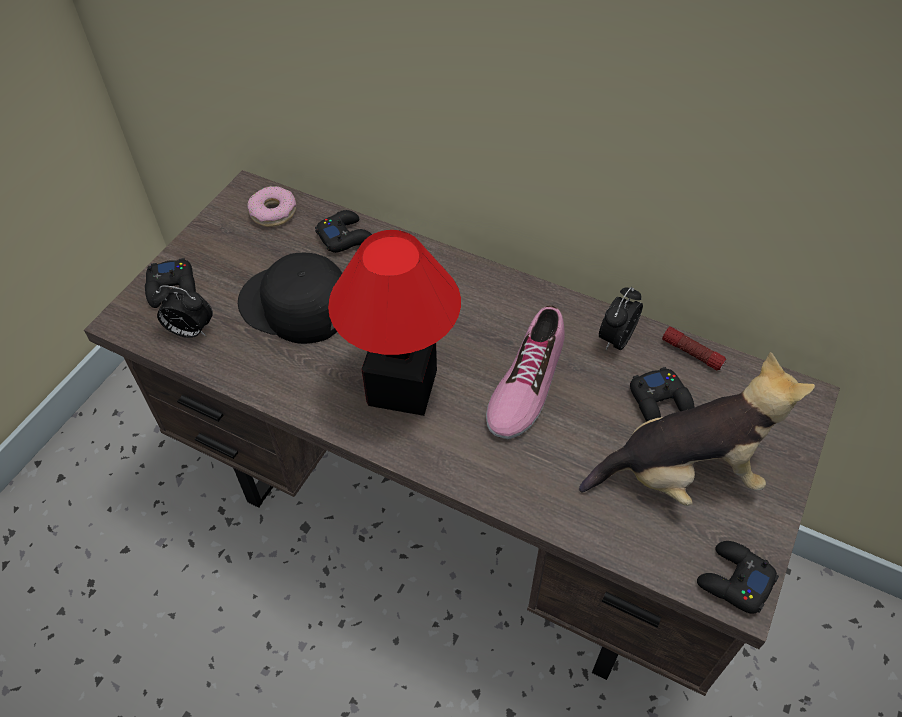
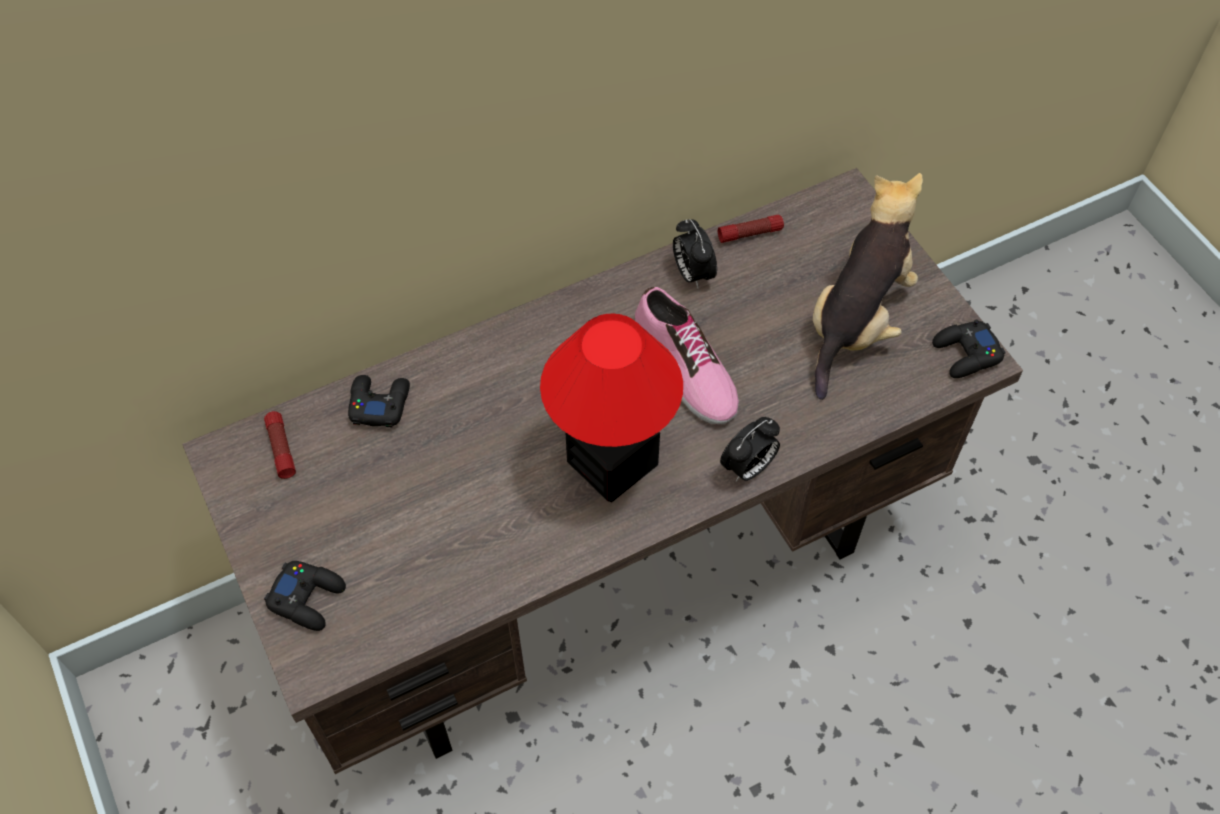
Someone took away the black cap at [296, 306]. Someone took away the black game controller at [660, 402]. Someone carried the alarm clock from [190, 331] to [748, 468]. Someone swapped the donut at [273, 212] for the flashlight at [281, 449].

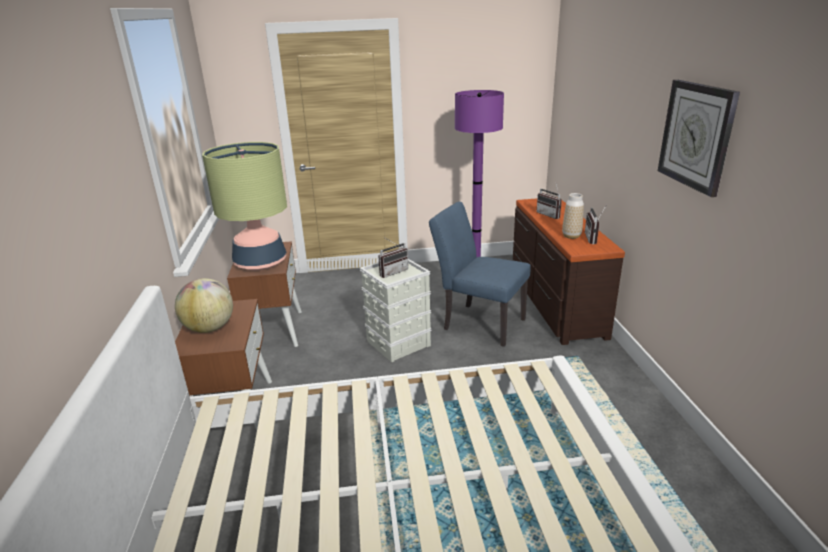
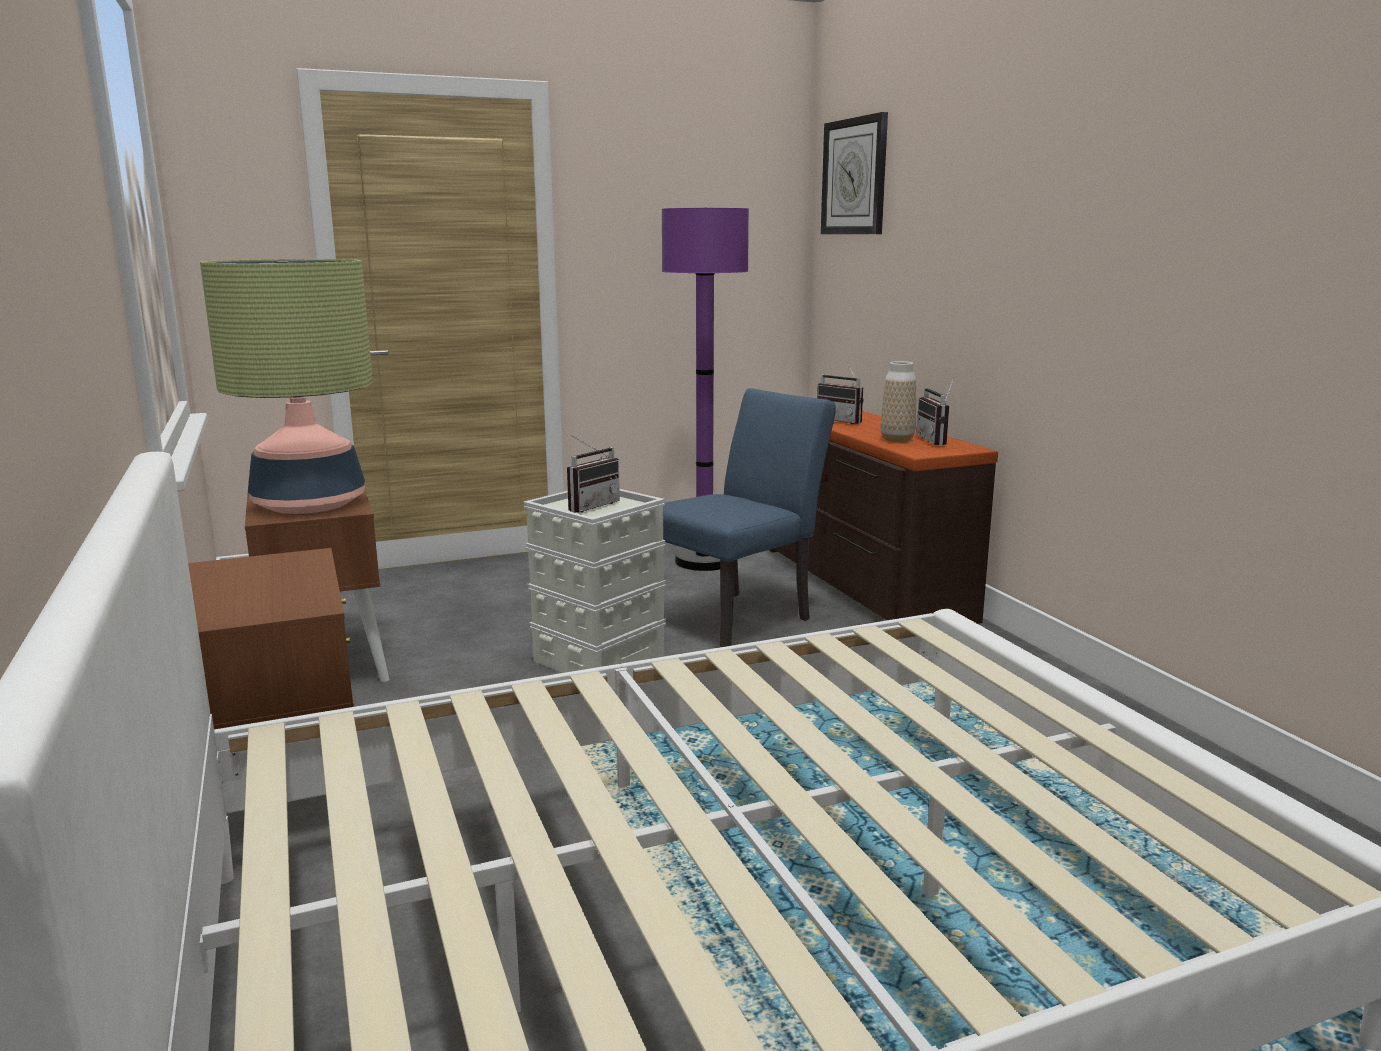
Someone took away the globe at [209, 328]. Someone carried the wall clock from [696, 135] to [855, 177]. Someone rotated the blue chair at [478, 322] by 120 degrees clockwise.

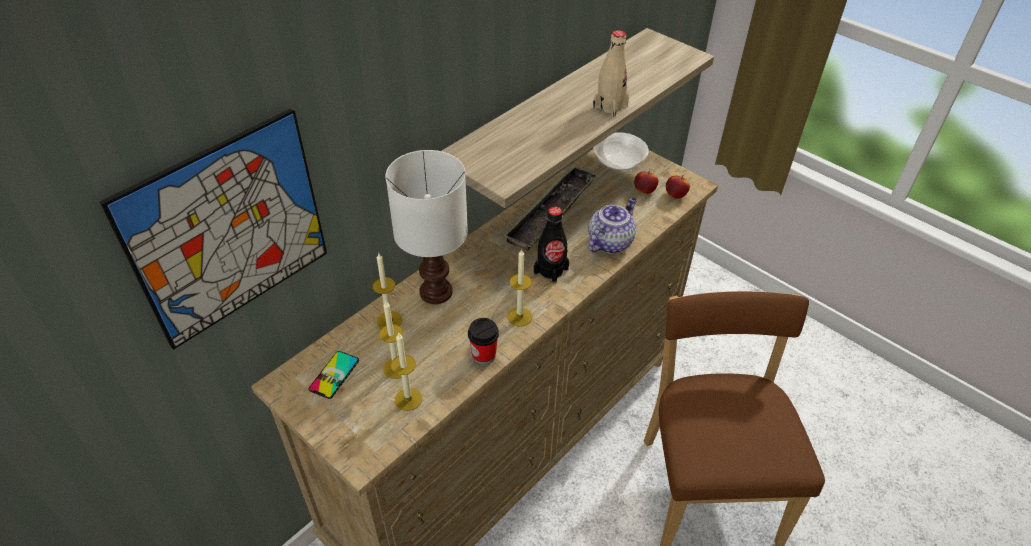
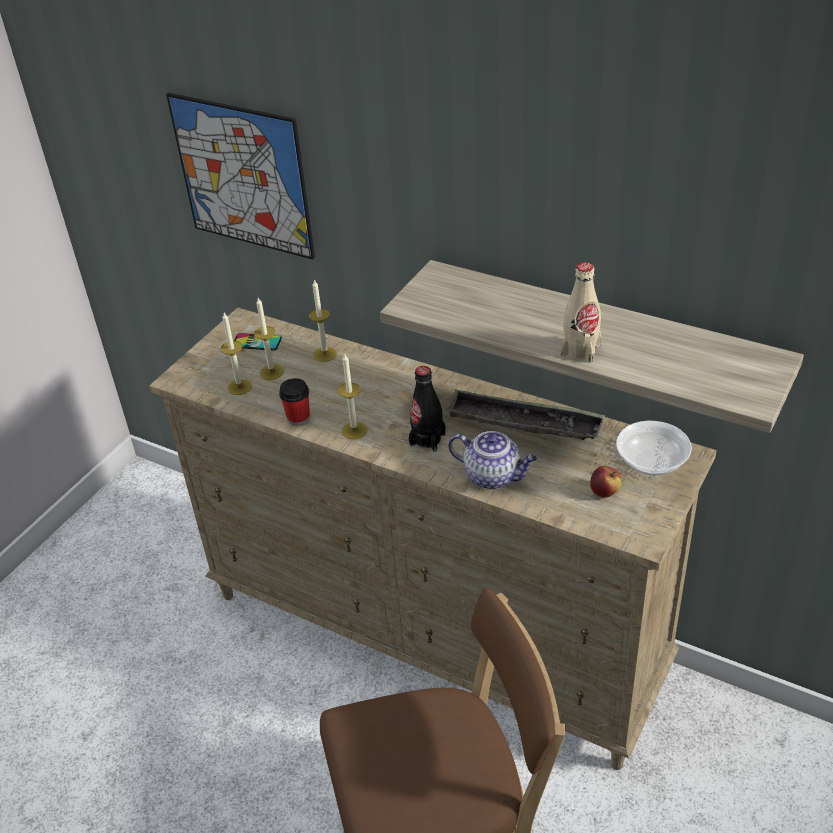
Someone took away the white table lamp at [436, 291]. Someone took away the apple at [675, 195].

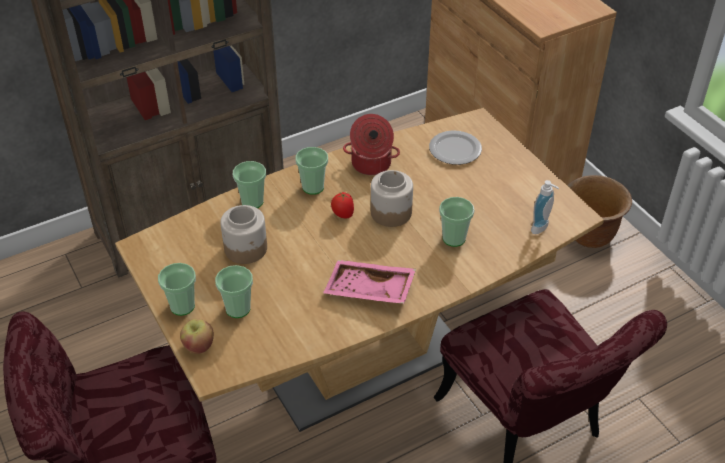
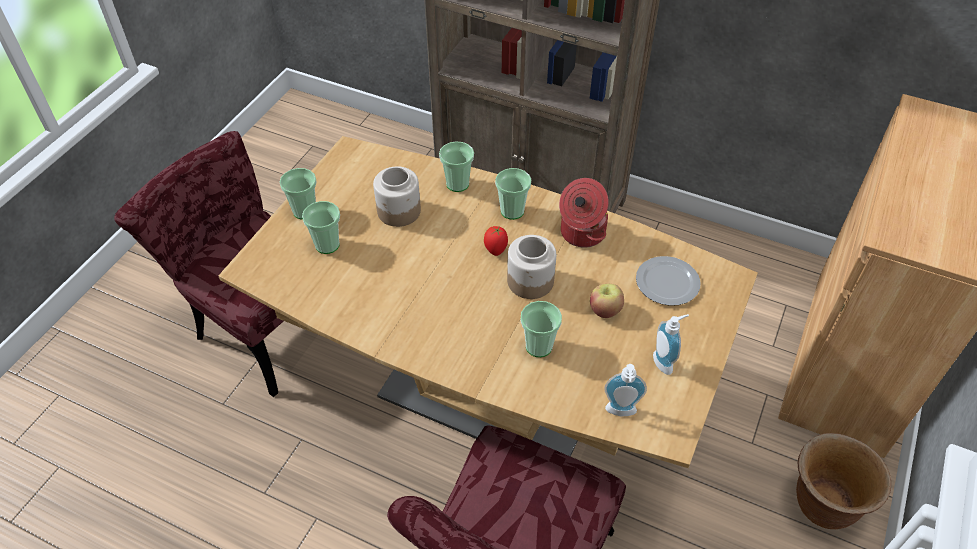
Someone took away the pink tray at [369, 291]. Someone put down the soap dispenser at [665, 362]. Someone carried the apple from [198, 346] to [605, 310].

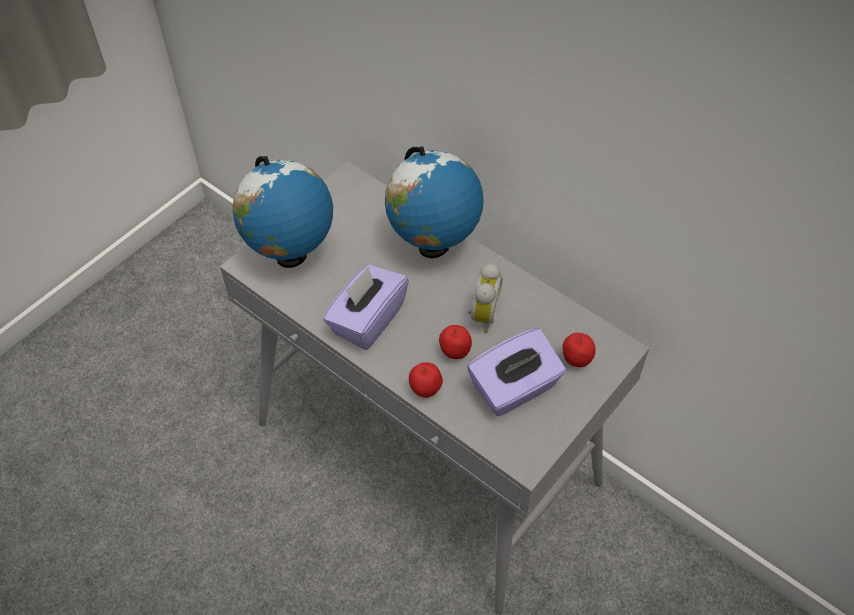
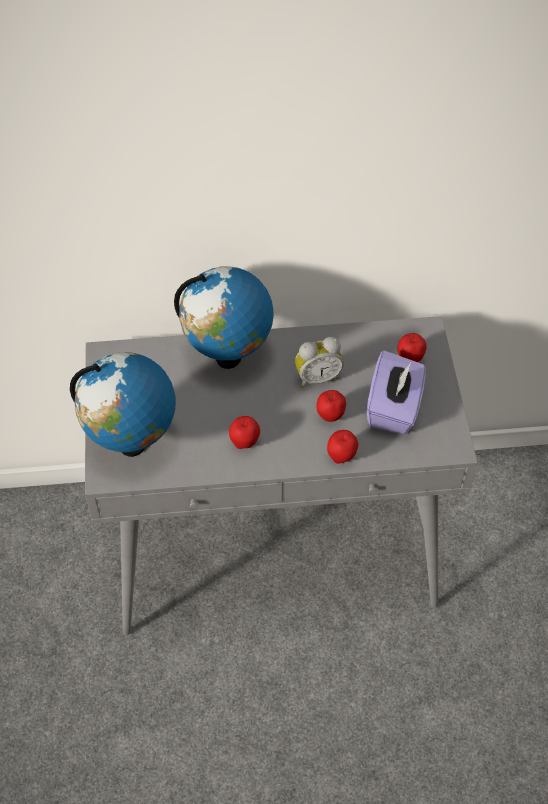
Someone swapped the purple tissue box at [367, 320] for the apple at [245, 443]. Someone rotated the alarm clock at [482, 315] by 105 degrees clockwise.

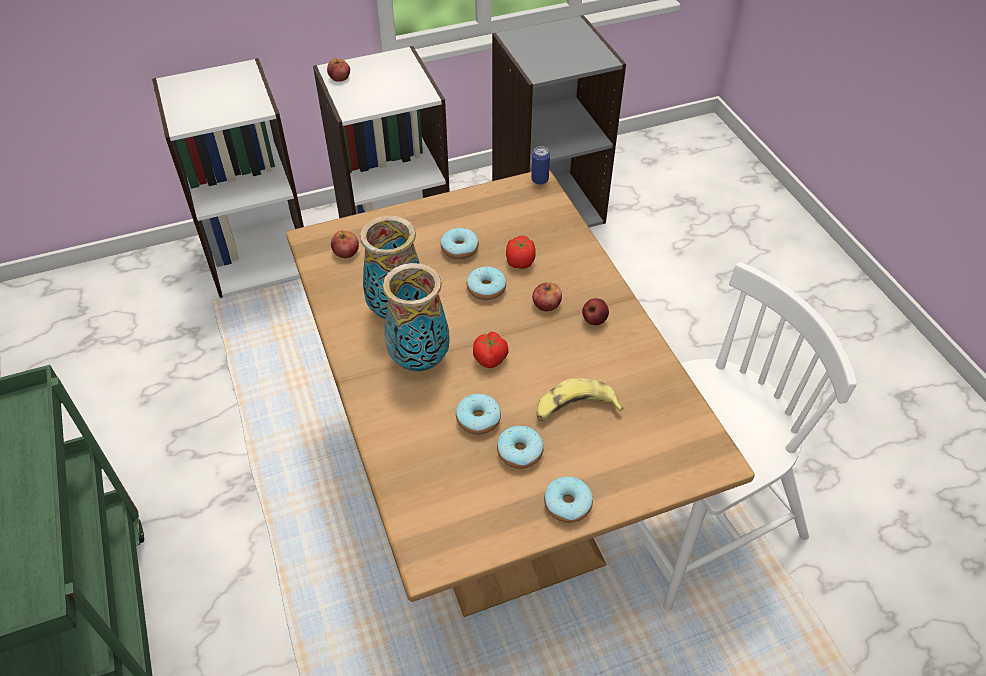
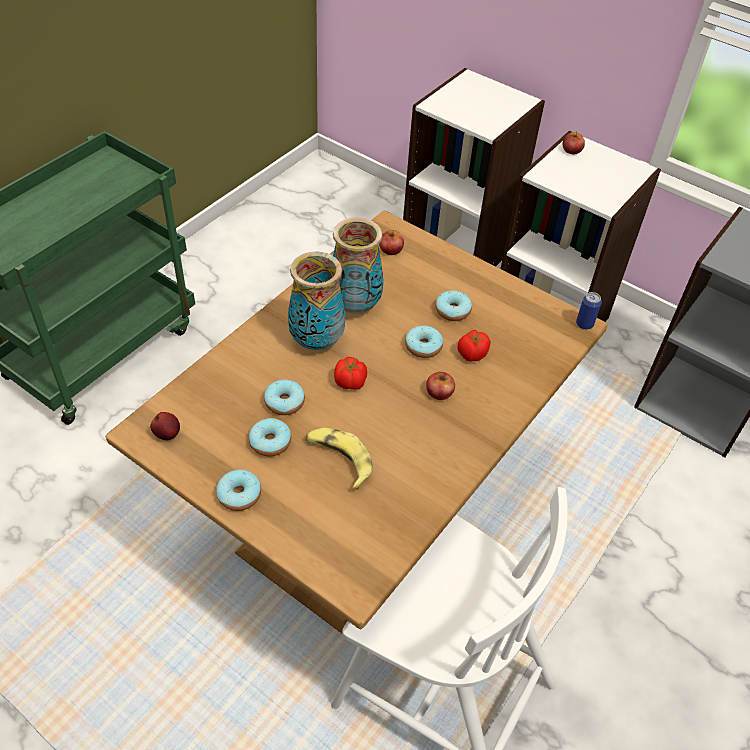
Someone carried the apple from [594, 320] to [167, 434].

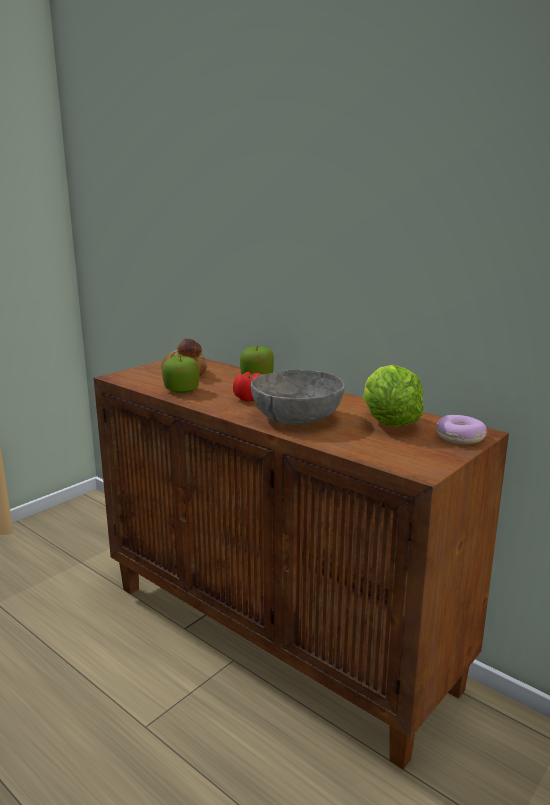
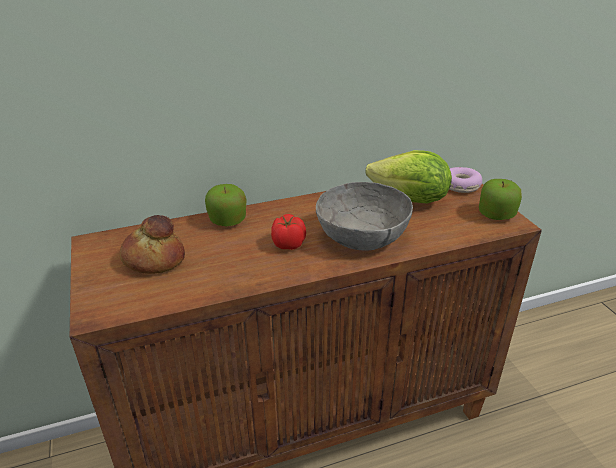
Someone carried the apple from [181, 390] to [496, 215].

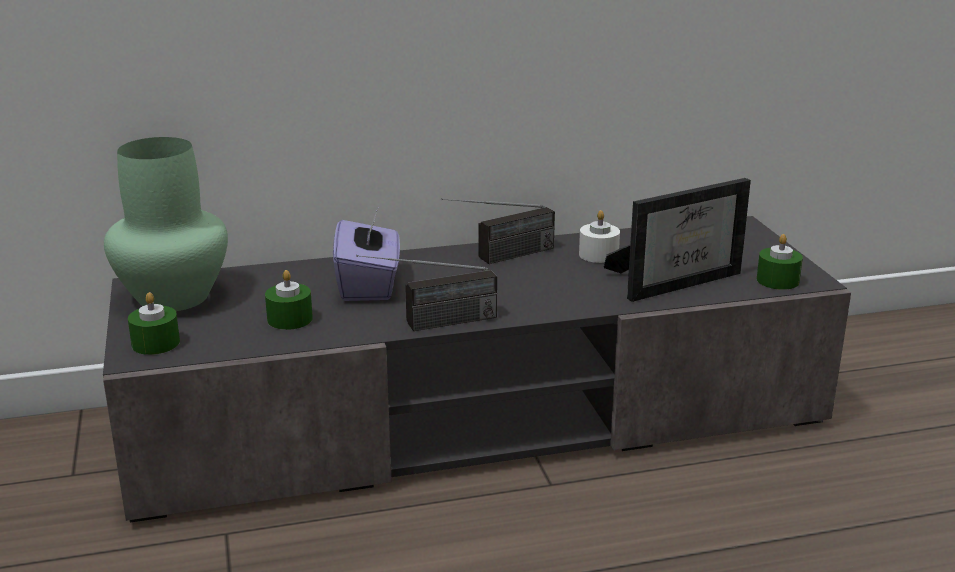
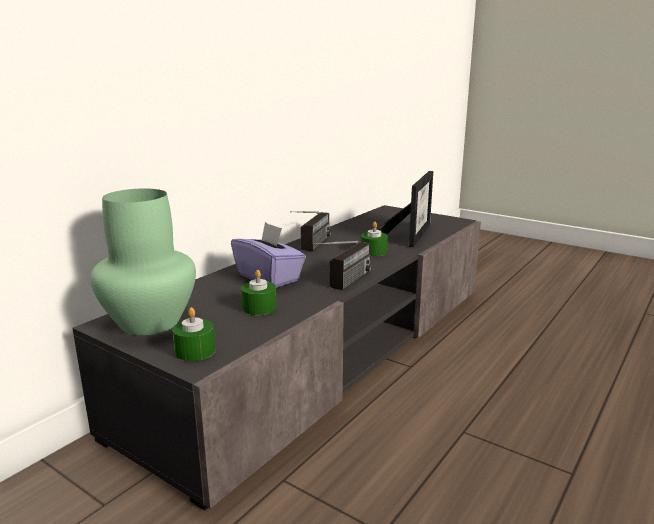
Someone took away the white candle at [598, 254]. Someone carried the green candle from [777, 280] to [373, 252].

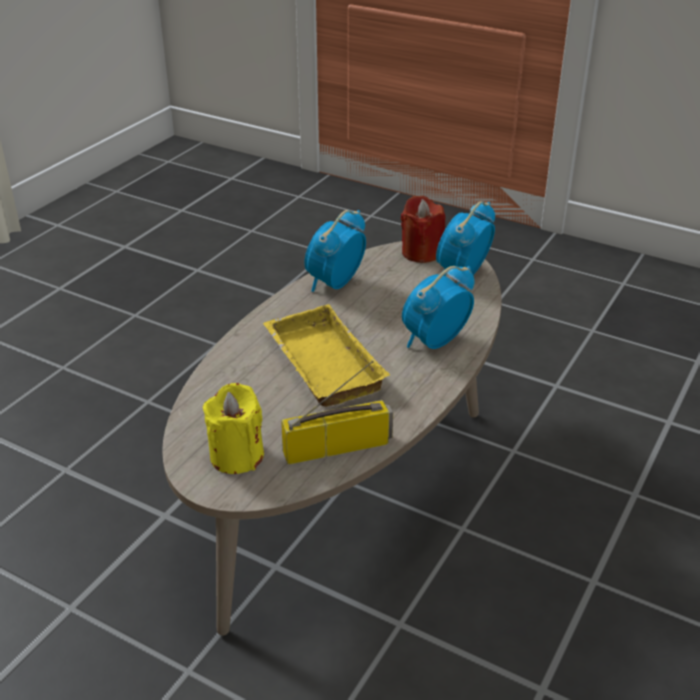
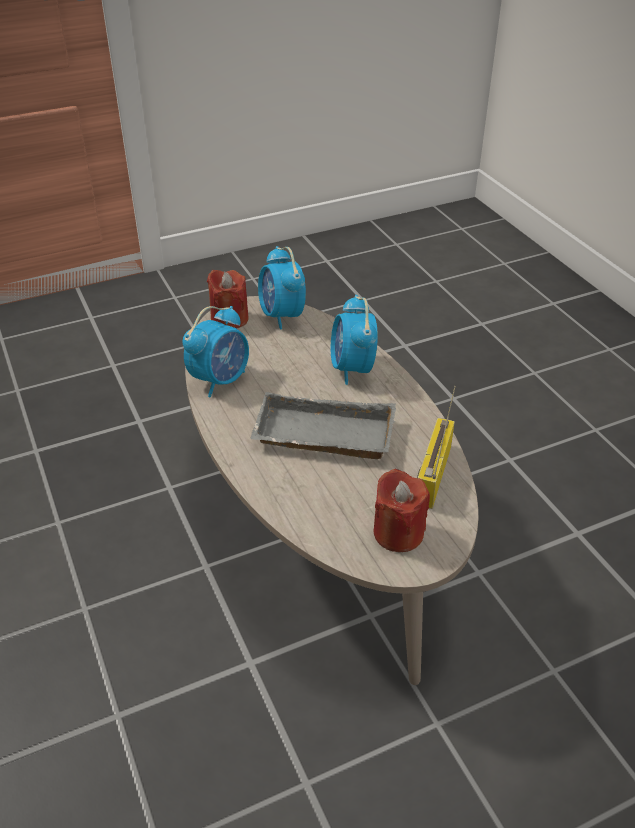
Someone repainted the yellow candle at [236, 456], which became the red candle at [398, 533]. Someone repainted the yellow tray at [319, 364], which became the grey tray at [321, 437]. Someone rotated the alarm clock at [334, 284] by 120 degrees counterclockwise.

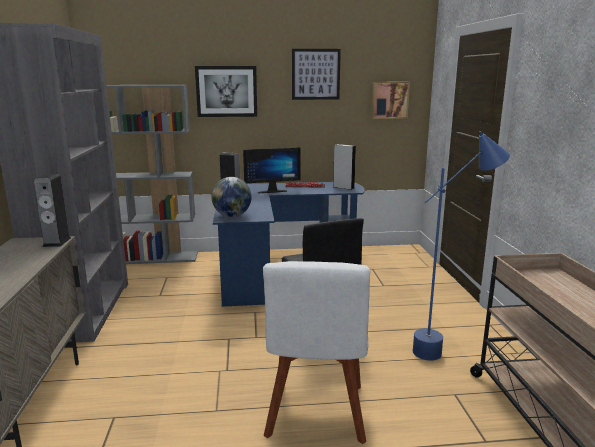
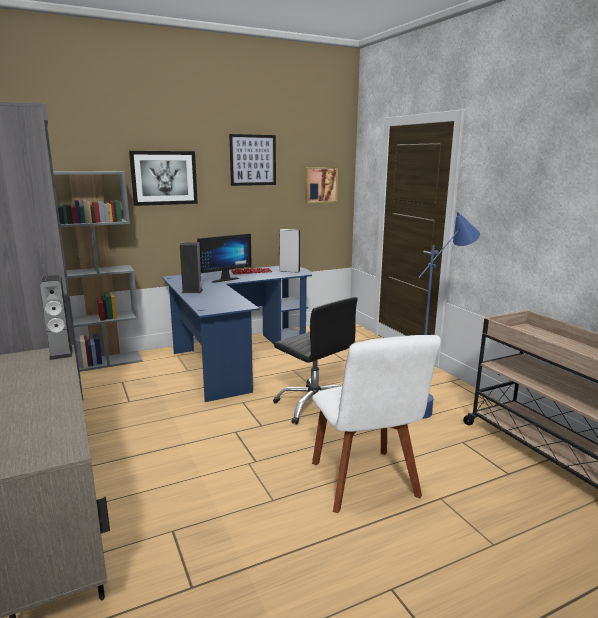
Someone took away the globe at [232, 216].

